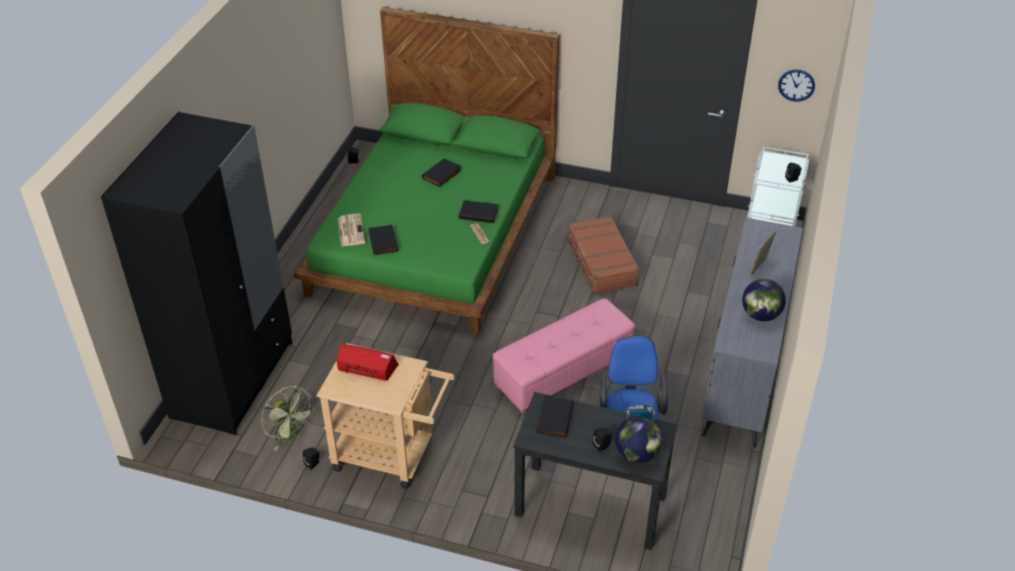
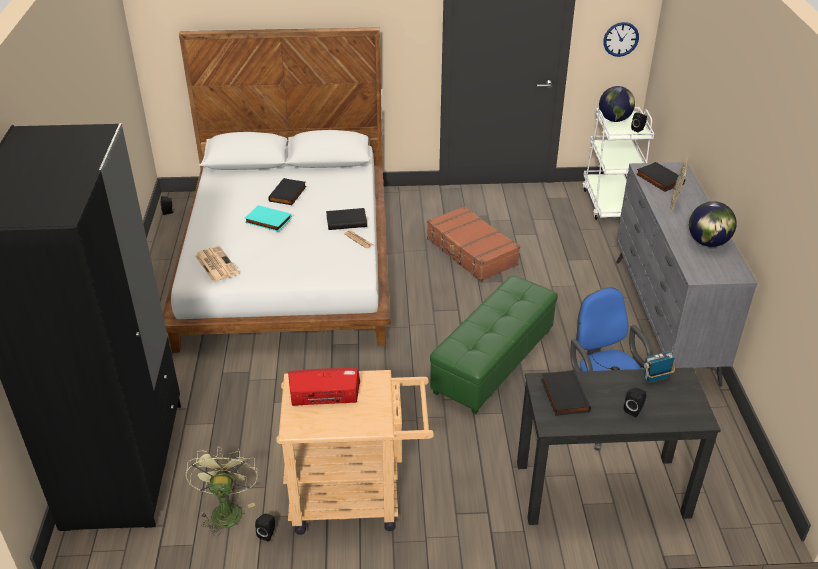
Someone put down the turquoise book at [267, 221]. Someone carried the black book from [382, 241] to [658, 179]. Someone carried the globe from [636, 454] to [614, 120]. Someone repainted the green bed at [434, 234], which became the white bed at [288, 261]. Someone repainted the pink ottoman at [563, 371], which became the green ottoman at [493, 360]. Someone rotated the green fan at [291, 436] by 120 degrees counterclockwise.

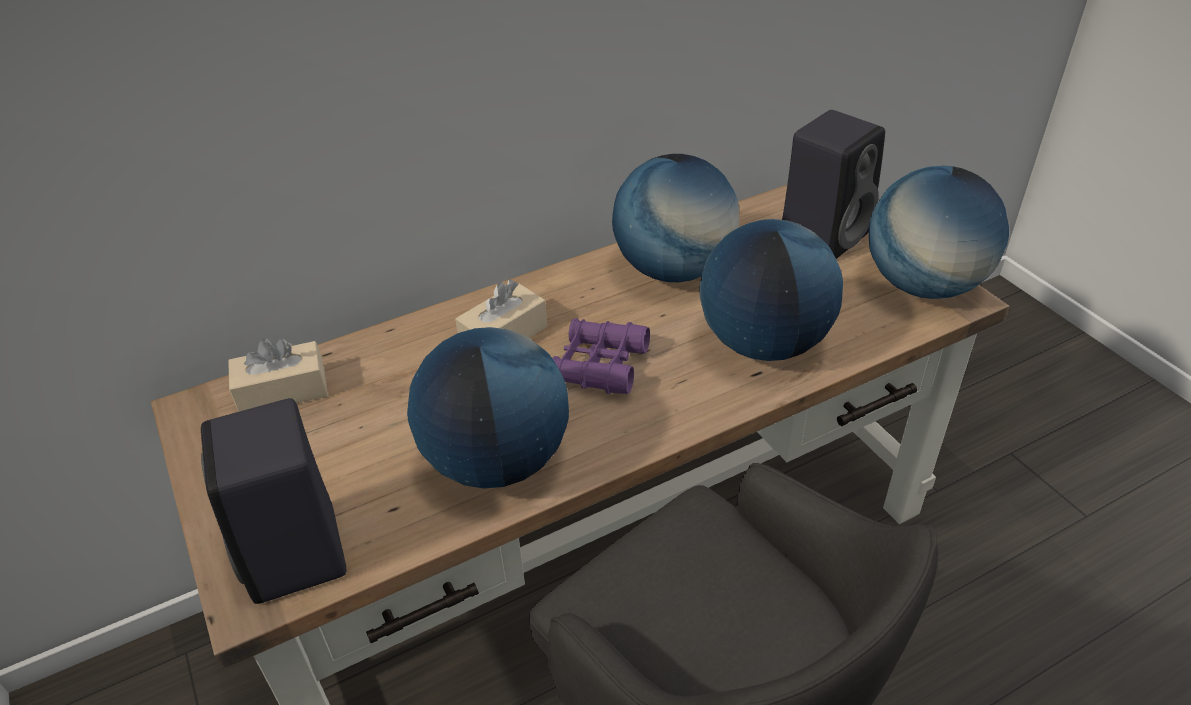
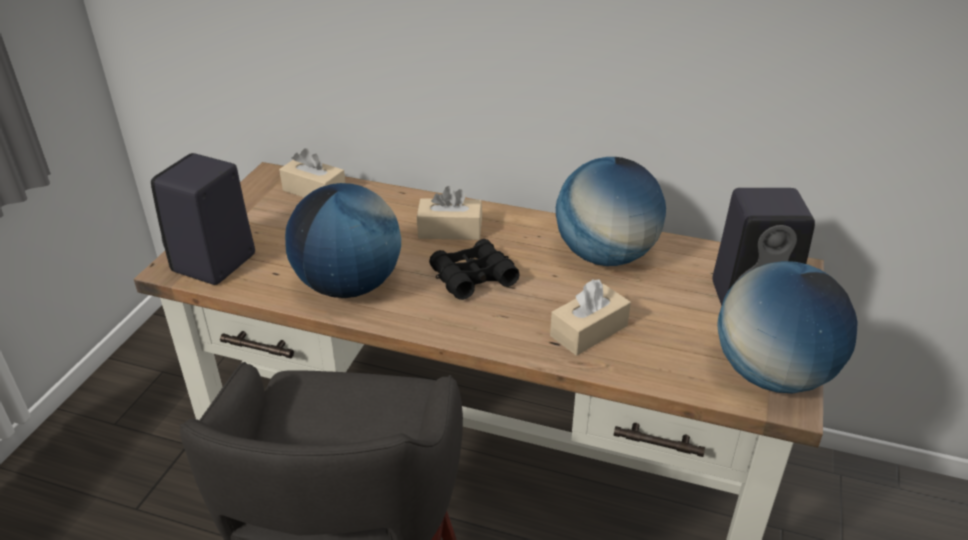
Someone swapped the globe at [764, 343] for the beige tissue box at [589, 331]. Someone repainted the purple binoculars at [599, 366], which became the black binoculars at [473, 277].

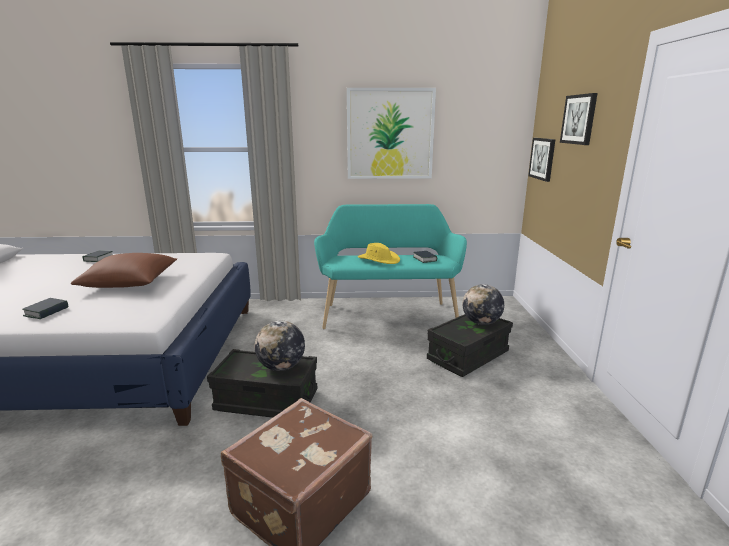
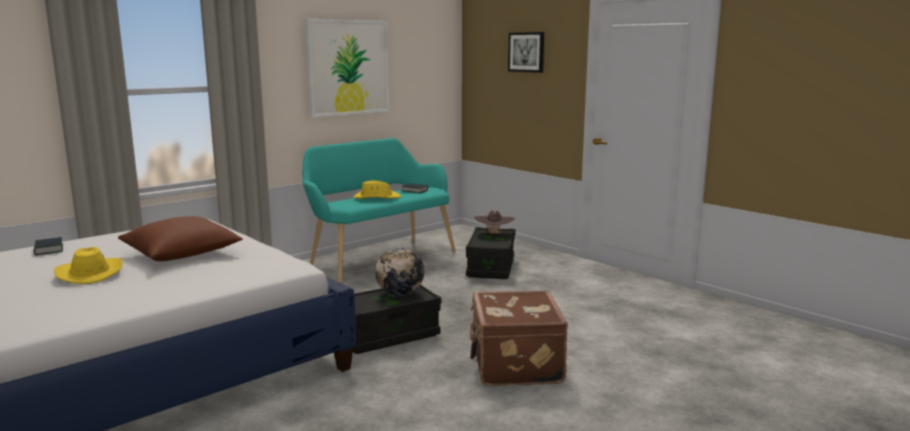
Someone took away the book at [46, 312]. Someone took away the picture at [542, 158]. Someone put down the yellow hat at [89, 273]. Someone swapped the globe at [481, 323] for the brown hat at [494, 234].

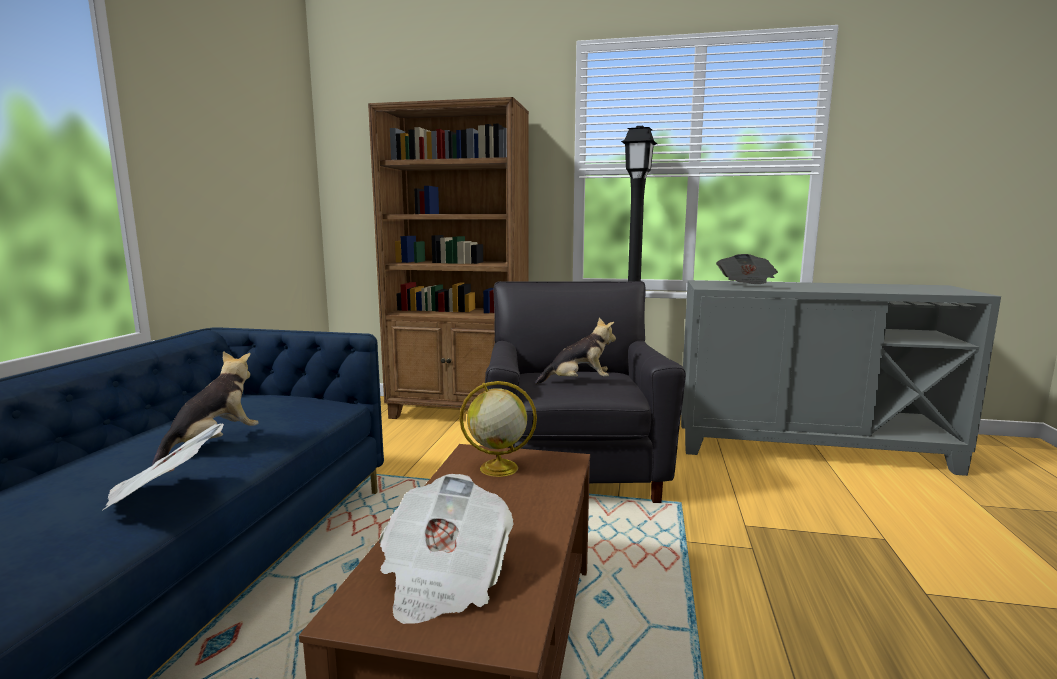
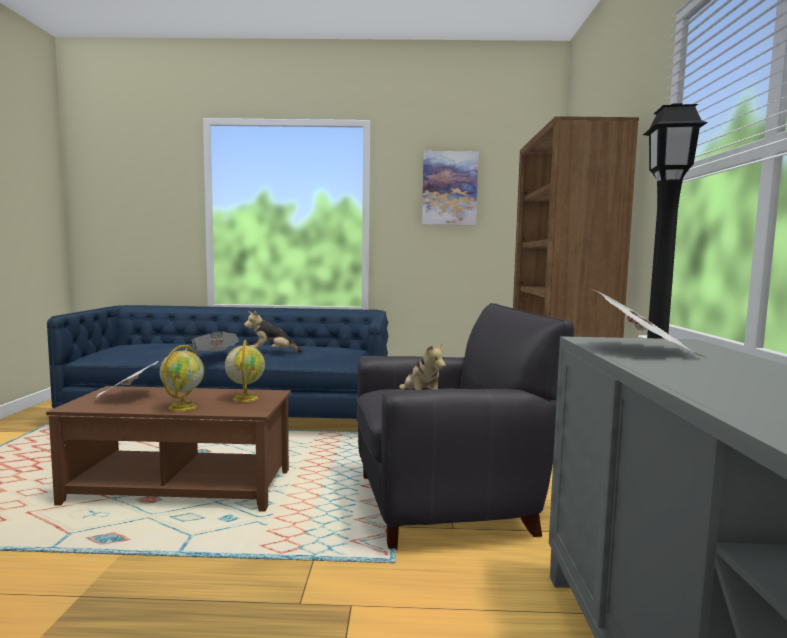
Someone put down the globe at [183, 407]. Someone put up the picture at [449, 188]. Someone rotated the plush toy at [214, 444] by 150 degrees clockwise.

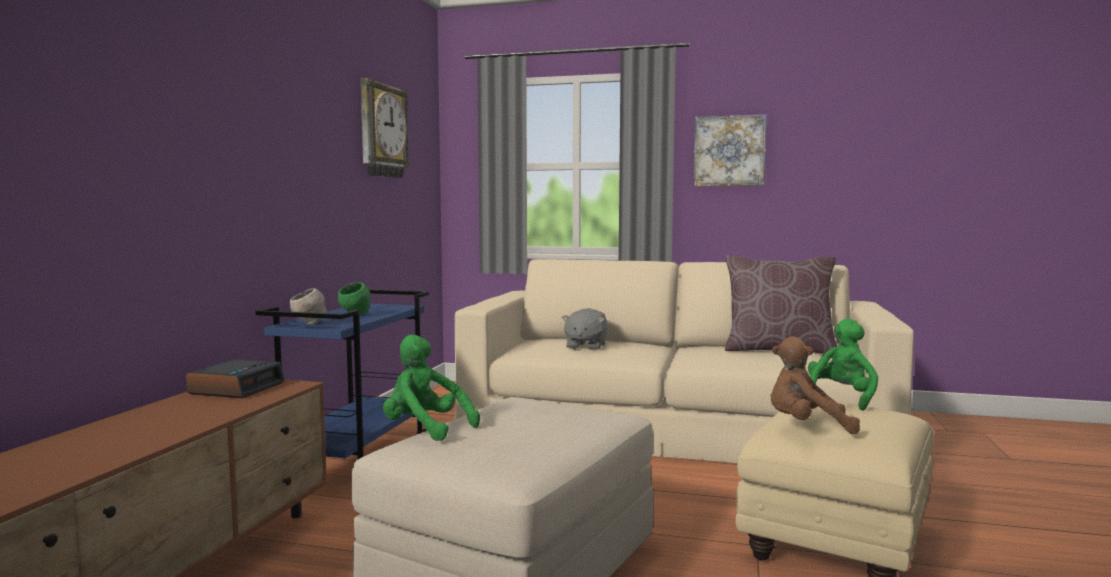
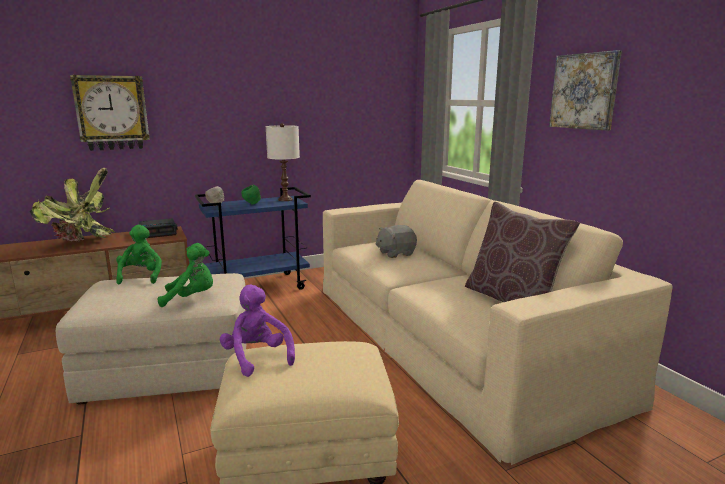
Someone put down the potted plant at [82, 243]. Someone put down the white table lamp at [285, 199]. Someone carried the wall clock from [381, 131] to [112, 113]. Someone carried the green plush toy from [841, 398] to [191, 298]. Someone repainted the brown plush toy at [806, 427], which became the purple plush toy at [257, 357].

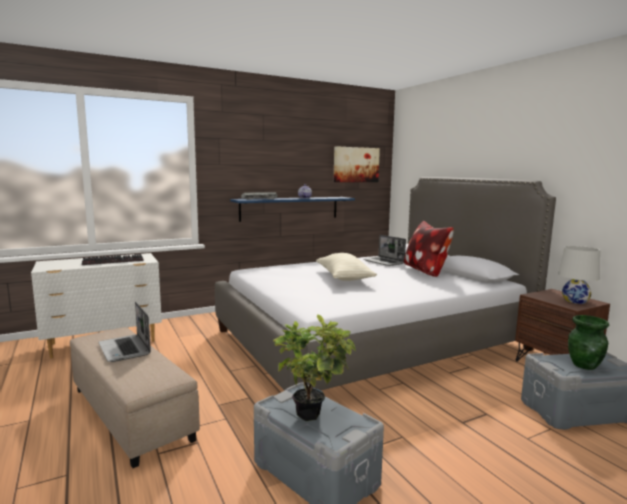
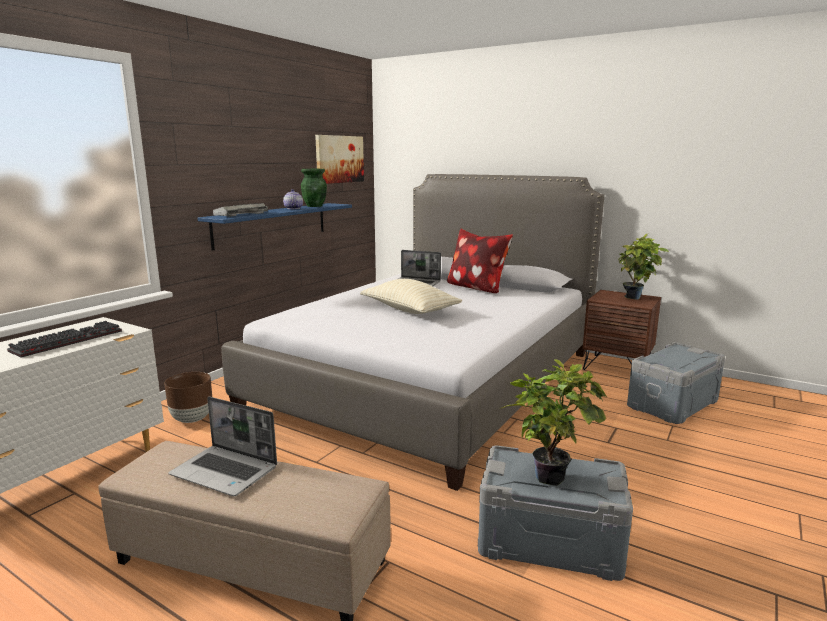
Someone put down the brown planter at [192, 419]. Someone carried the green vase from [585, 365] to [315, 206]. Someone swapped the white table lamp at [575, 301] for the potted plant at [635, 299].

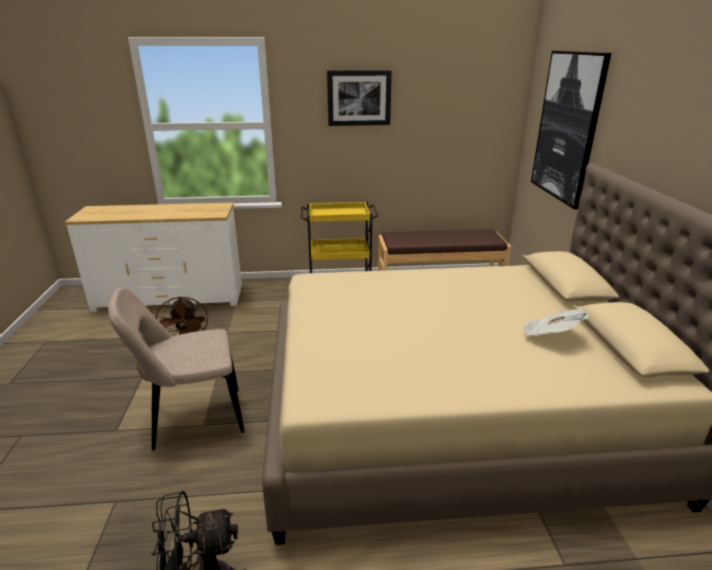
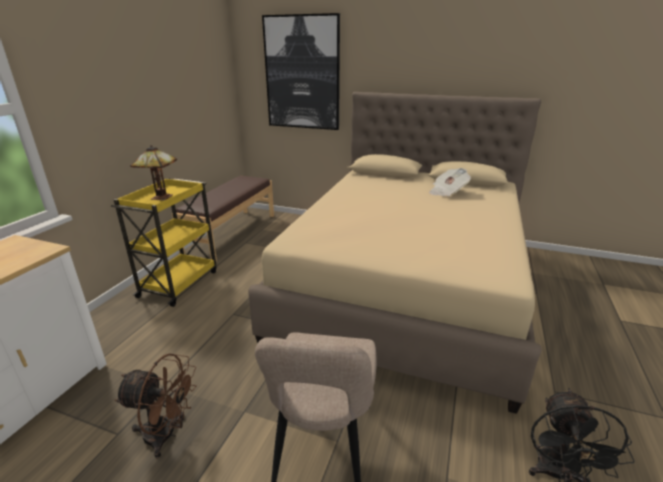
Someone took away the picture at [359, 98]. Someone put down the table lamp at [160, 197].

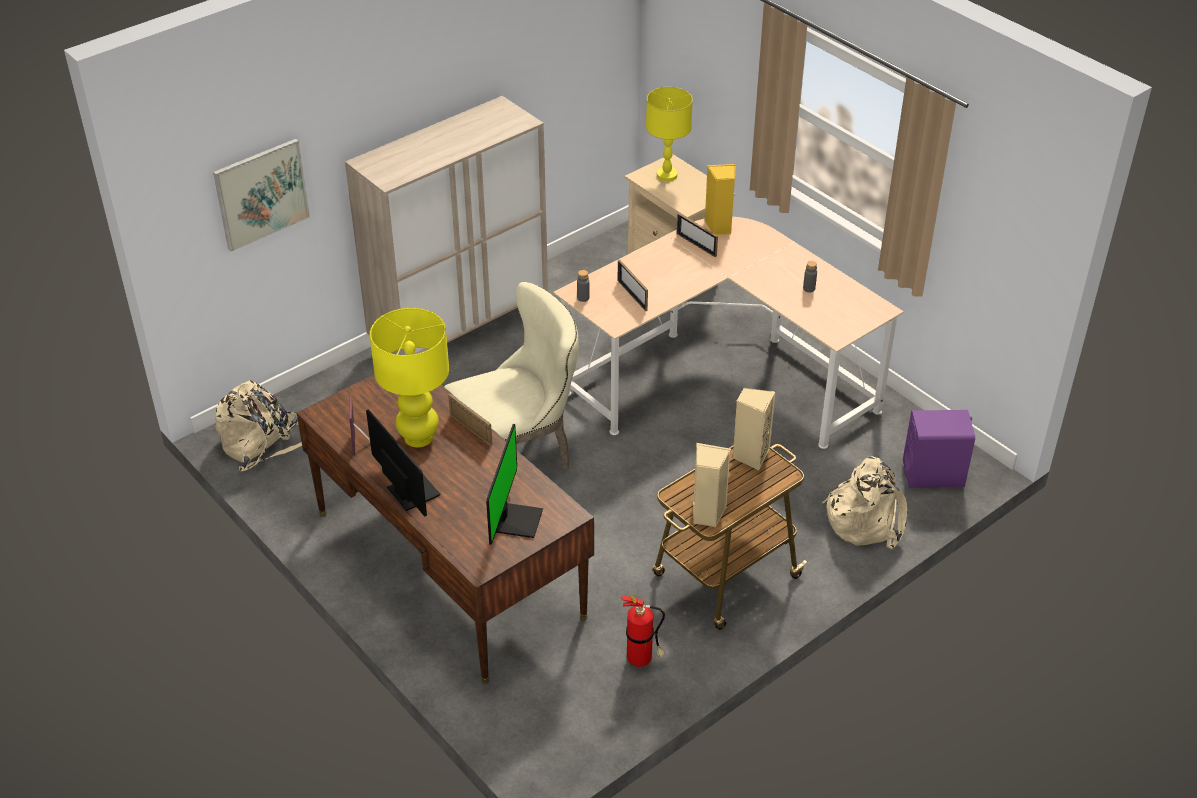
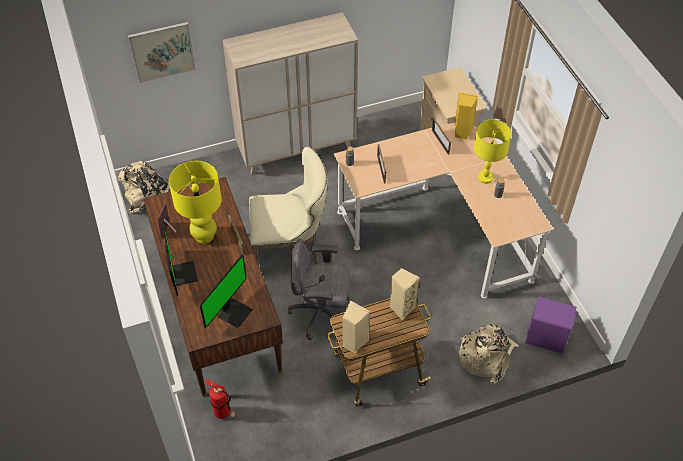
Someone put down the grey office chair at [321, 314]. Someone carried the fire extinguisher from [642, 660] to [223, 414]. Someone carried the yellow table lamp from [666, 175] to [485, 177].

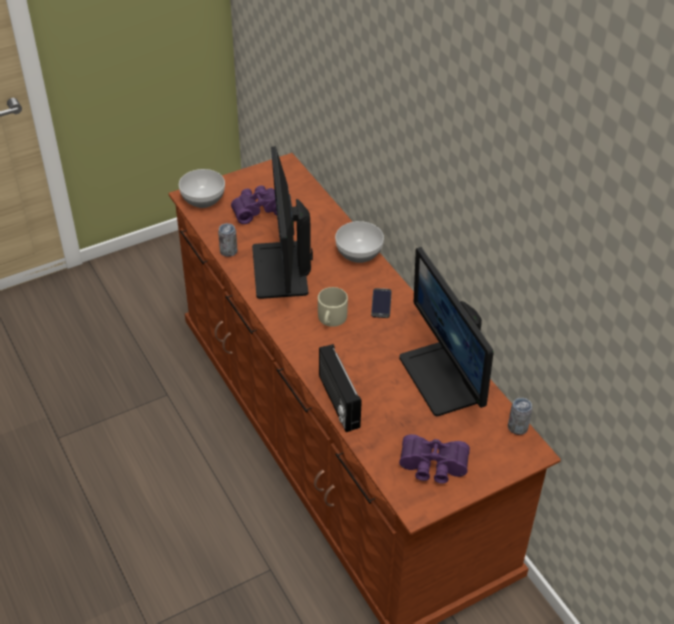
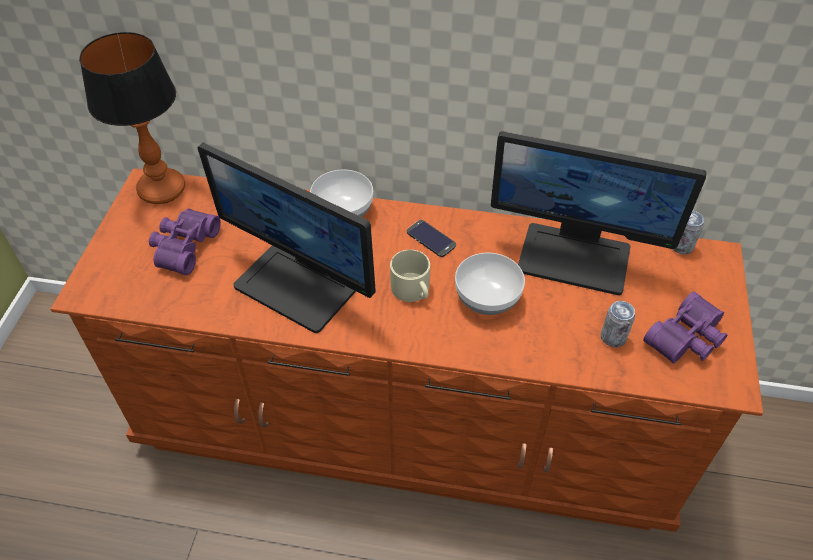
Someone took away the radio at [337, 402]. Someone put down the table lamp at [161, 190]. Someone carried the bowl from [202, 200] to [487, 299]. Someone carried the can from [228, 251] to [613, 337].

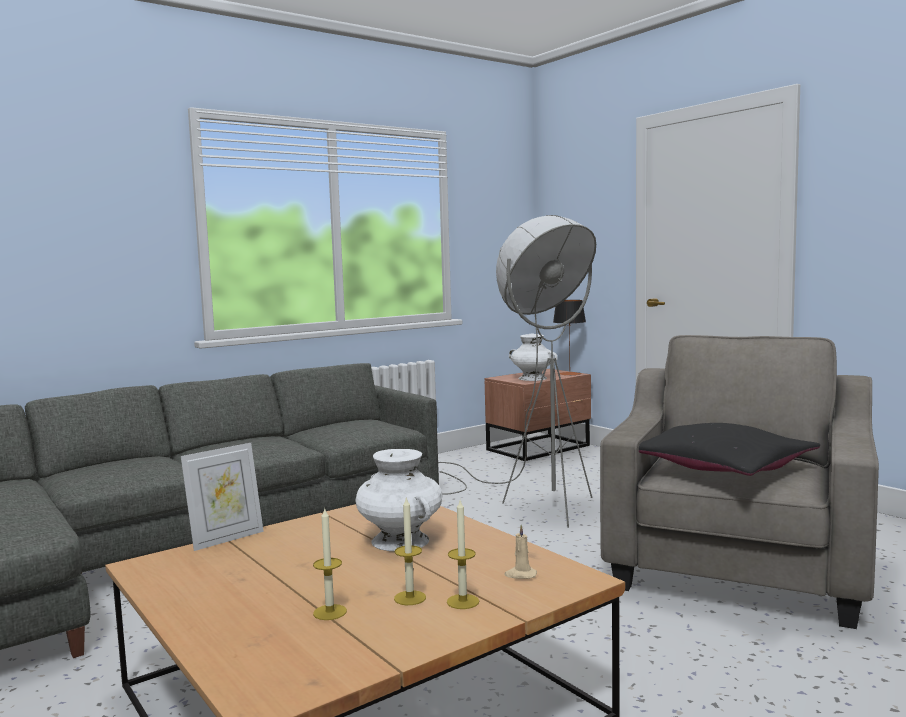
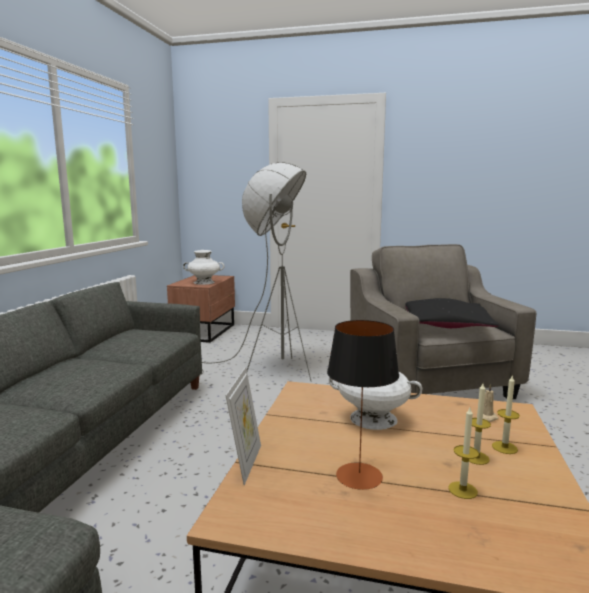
Someone carried the table lamp from [569, 374] to [359, 476].

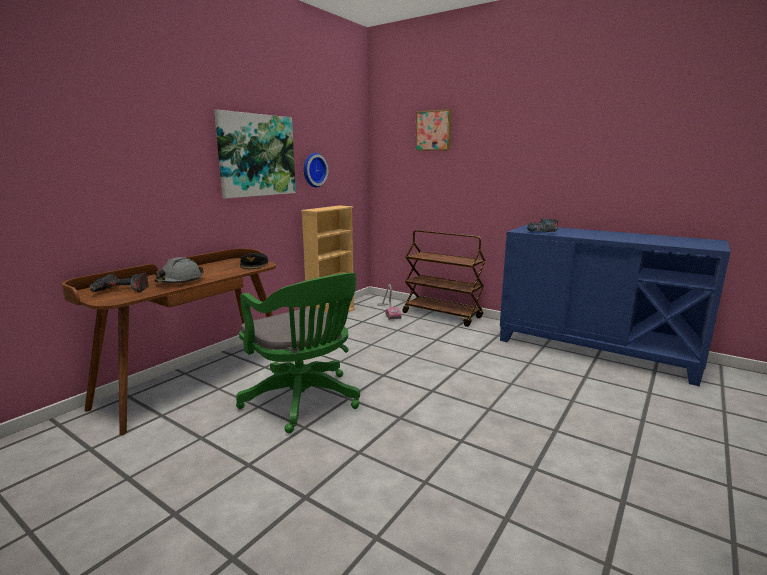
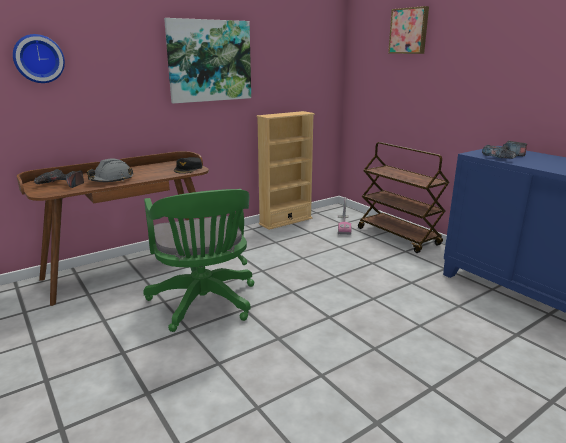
Someone carried the wall clock from [313, 170] to [38, 59].

